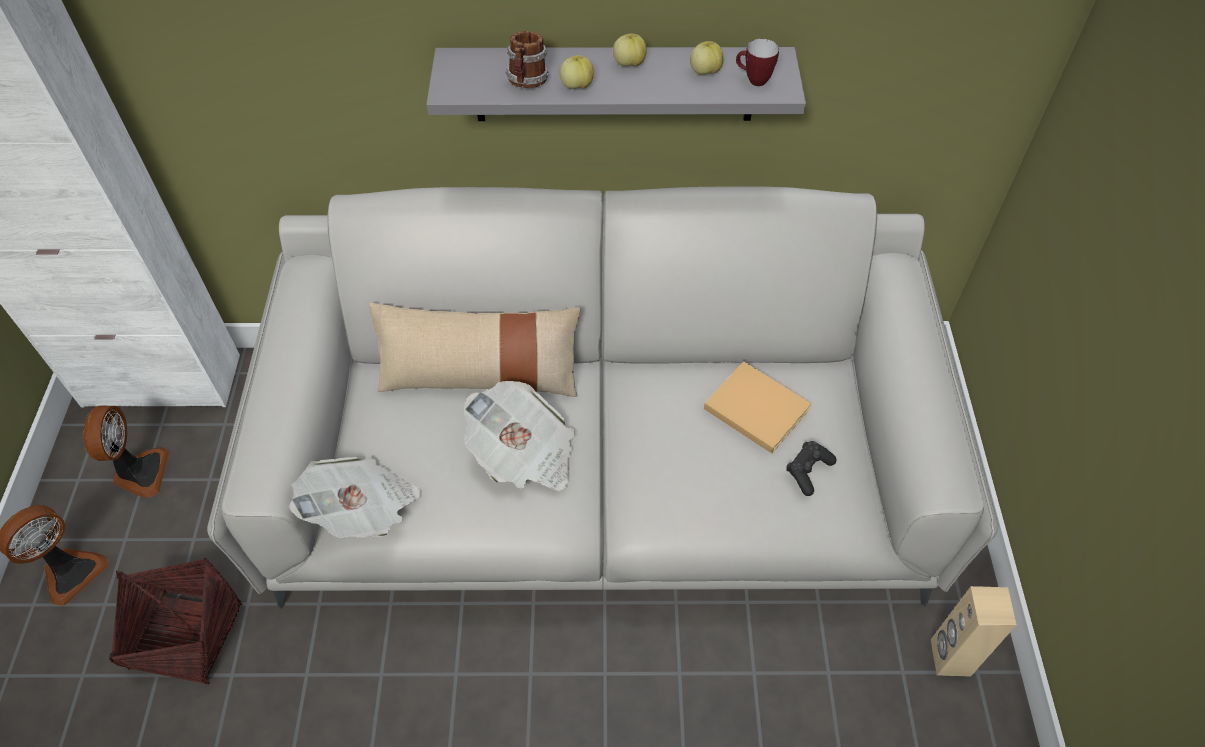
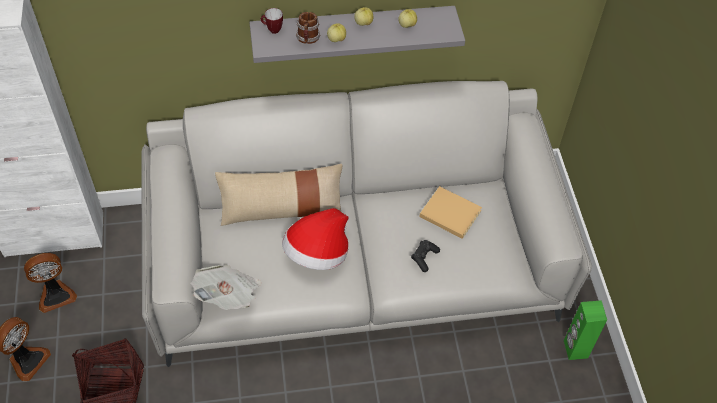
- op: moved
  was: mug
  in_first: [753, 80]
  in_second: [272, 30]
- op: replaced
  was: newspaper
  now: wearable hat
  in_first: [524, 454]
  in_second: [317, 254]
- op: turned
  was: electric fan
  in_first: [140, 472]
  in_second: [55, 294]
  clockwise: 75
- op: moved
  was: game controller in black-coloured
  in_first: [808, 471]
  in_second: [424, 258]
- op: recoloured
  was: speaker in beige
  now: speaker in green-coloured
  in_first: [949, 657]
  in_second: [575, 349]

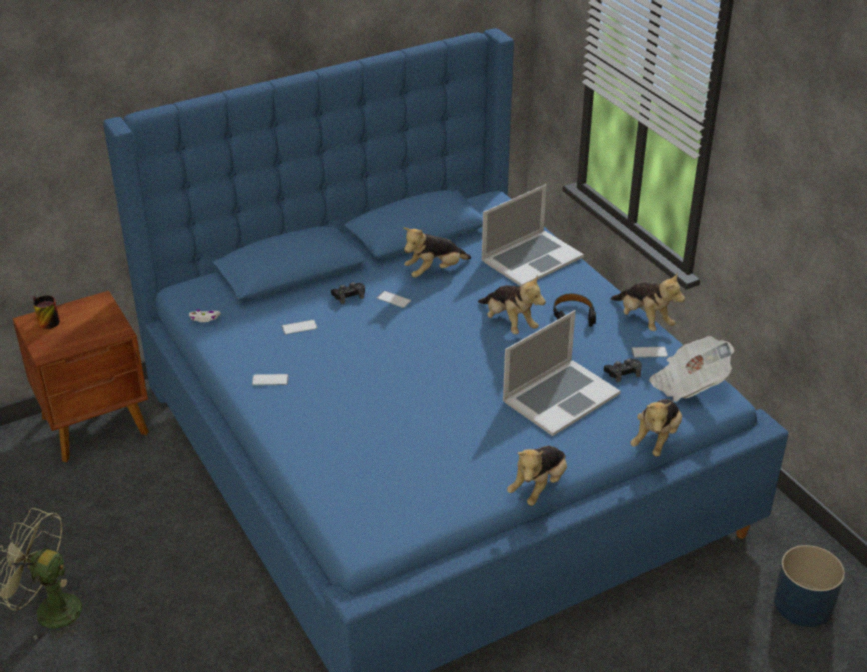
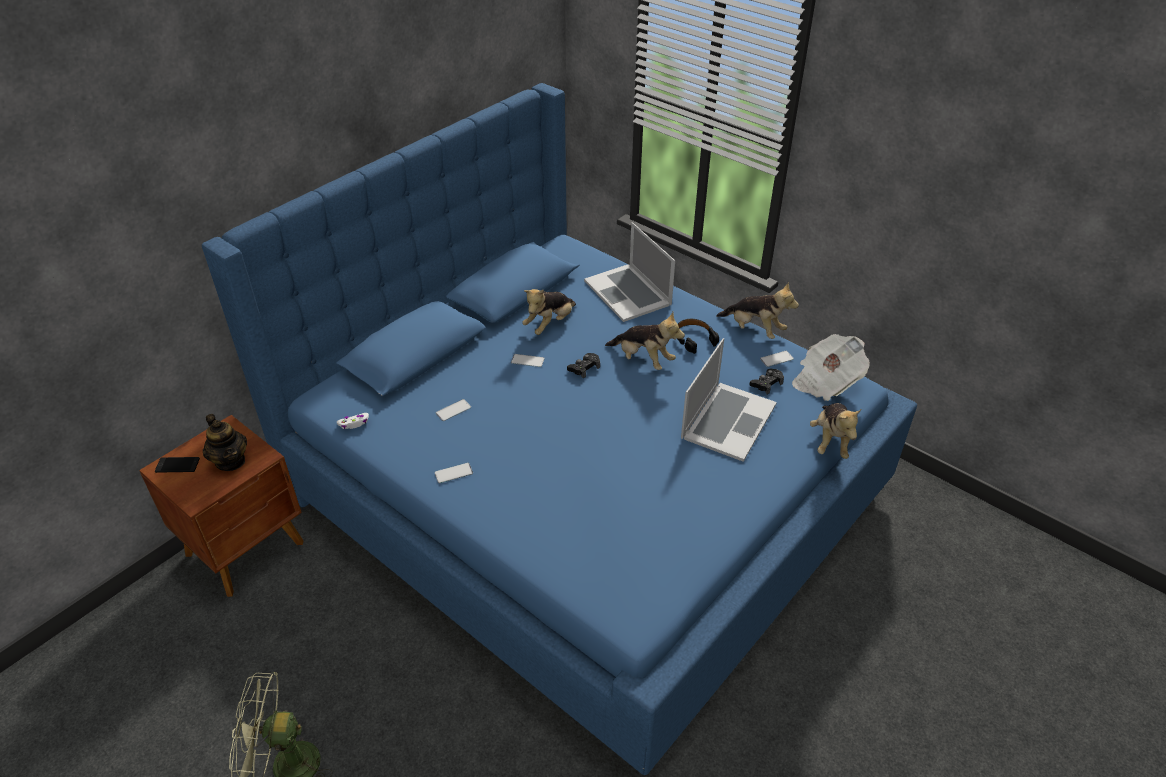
- op: turned
  was: notebook computer
  in_first: [531, 258]
  in_second: [628, 292]
  clockwise: 120
- op: moved
  was: game controller in black-coloured
  in_first: [348, 295]
  in_second: [584, 368]
- op: replaced
  was: mug
  now: handset
  in_first: [45, 321]
  in_second: [177, 465]
- op: removed
  was: plush toy
  in_first: [539, 487]
- op: removed
  was: planter in blue-coloured
  in_first: [803, 605]
- op: added
  now: pot for tea
  in_second: [231, 461]

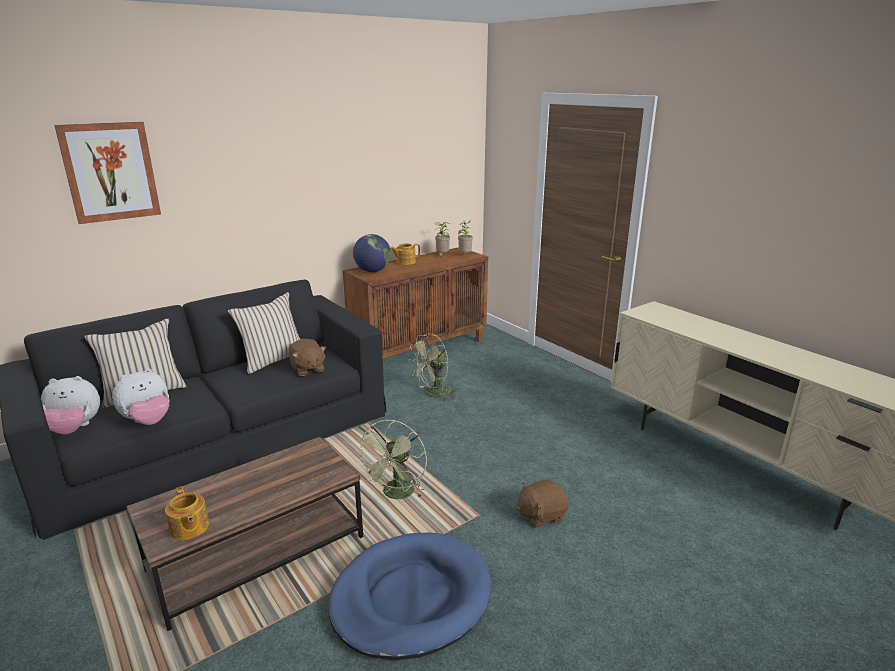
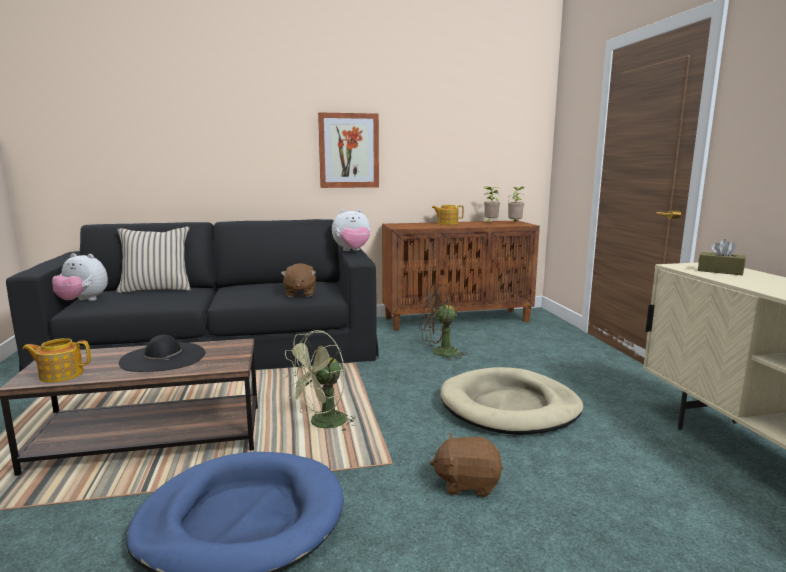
- op: moved
  was: wall art
  in_first: [110, 172]
  in_second: [349, 151]
- op: removed
  was: world globe
  in_first: [372, 271]
- op: removed
  was: cushion in beige
  in_first: [272, 360]
- op: recoloured
  was: electric fan in green-coloured
  now: electric fan in brownish
  in_first: [433, 394]
  in_second: [439, 353]
- op: moved
  was: plush toy
  in_first: [148, 421]
  in_second: [352, 251]
- op: turned
  was: pot for tea
  in_first: [189, 528]
  in_second: [61, 374]
  clockwise: 90
- op: added
  now: tissue box in brownish
  in_second: [720, 271]
- op: added
  now: wearable hat in black-coloured
  in_second: [163, 357]
- op: added
  now: dog cushion in beige
  in_second: [509, 406]

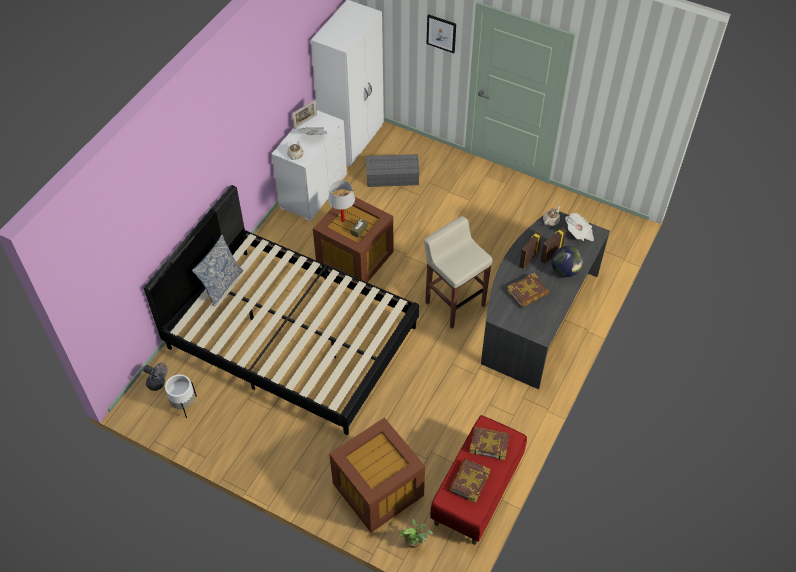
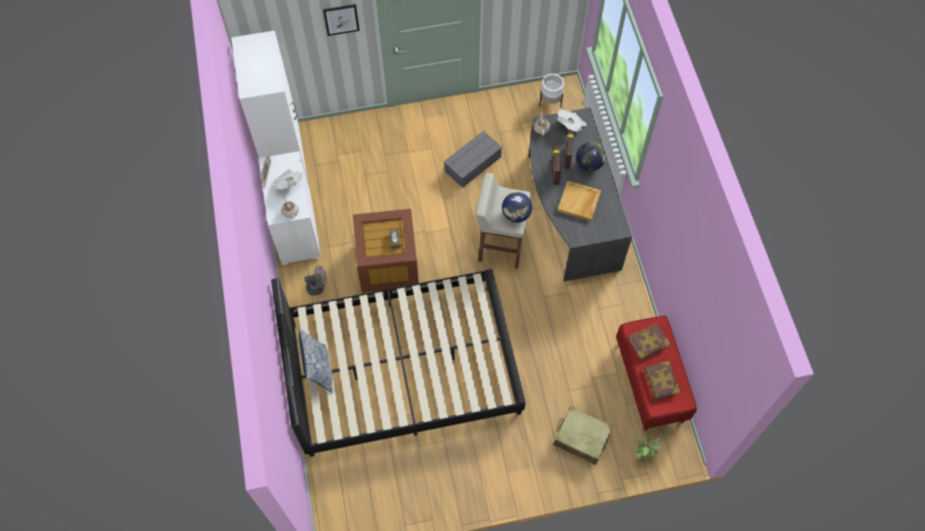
- op: moved
  was: storage container in greyish
  in_first: [391, 177]
  in_second: [472, 165]
- op: removed
  was: lamp for a table in white
  in_first: [343, 221]
- op: replaced
  was: bound book
  now: carrying tray in beige
  in_first: [527, 293]
  in_second: [579, 202]
- op: moved
  was: electric fan in greyish
  in_first: [158, 384]
  in_second: [318, 287]
- op: moved
  was: planter in white
  in_first: [184, 405]
  in_second: [550, 102]
- op: replaced
  was: storage container in brownish
  now: suitcase in beige
  in_first: [376, 489]
  in_second: [581, 438]
- op: added
  now: world globe
  in_second: [516, 215]

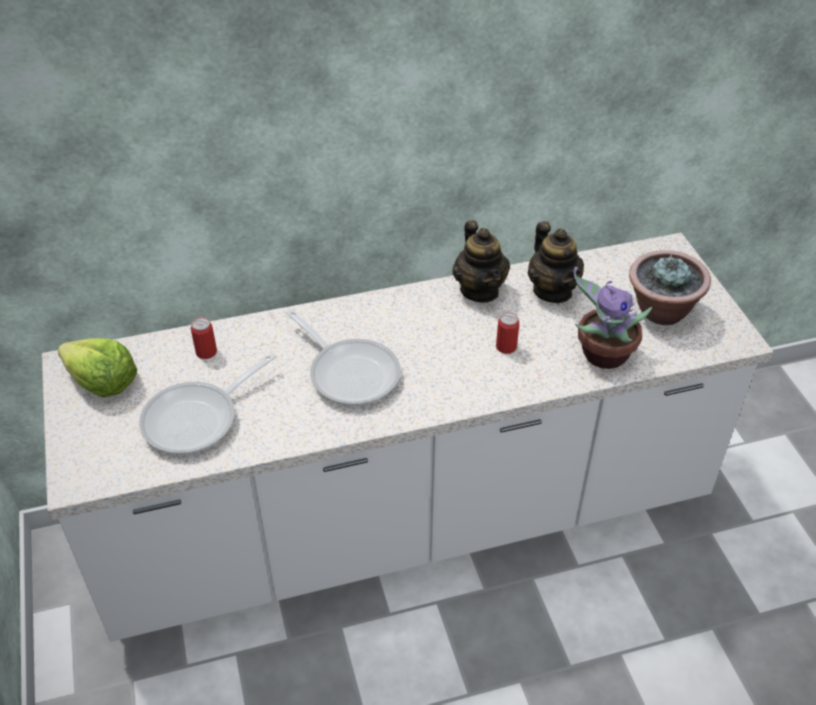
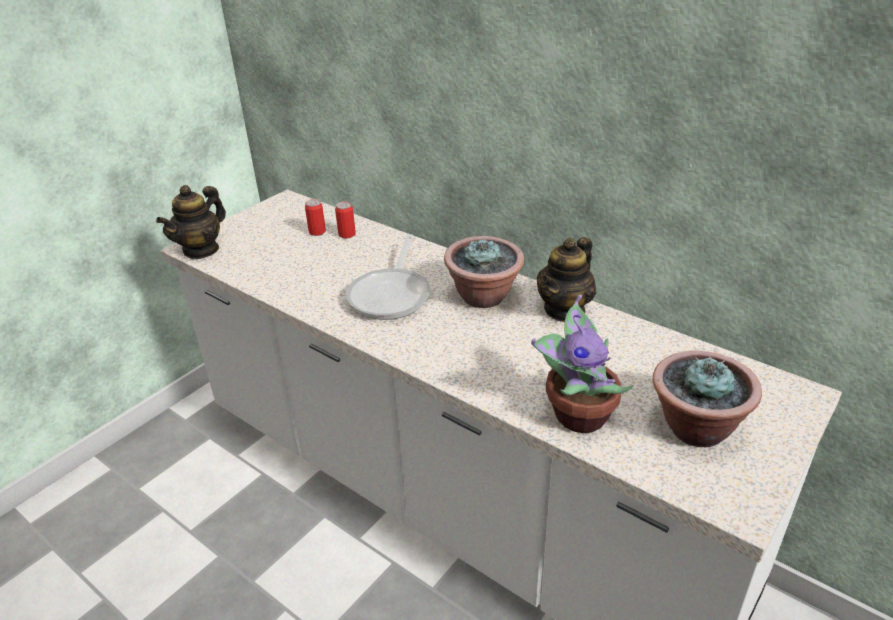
- op: moved
  was: pot for tea
  in_first: [552, 291]
  in_second: [201, 250]
- op: moved
  was: sealed can
  in_first: [506, 347]
  in_second: [317, 232]
- op: removed
  was: head of lettuce
  in_first: [102, 382]
- op: removed
  was: pan
  in_first: [198, 419]
- op: added
  now: potted plant
  in_second: [484, 297]

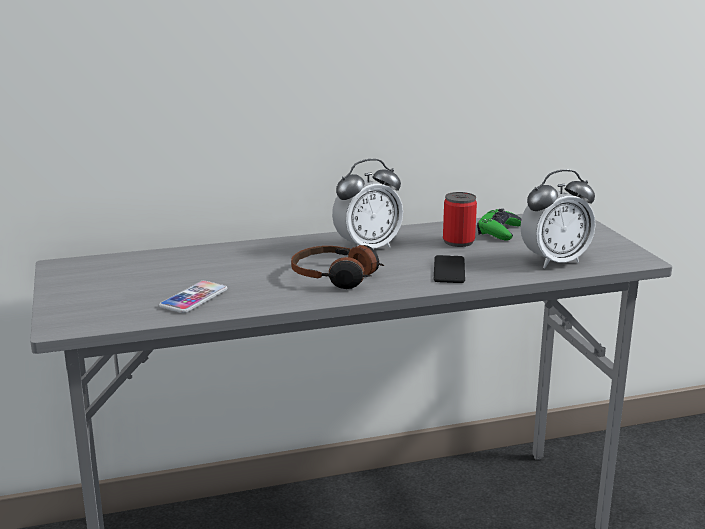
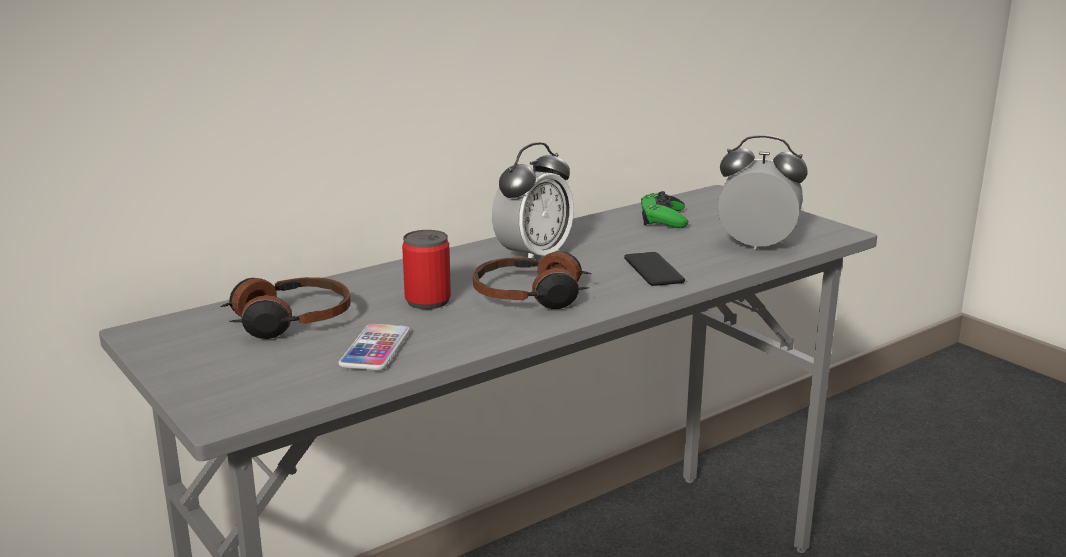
- op: turned
  was: table clock
  in_first: [554, 261]
  in_second: [756, 245]
  clockwise: -120
- op: moved
  was: sealed can
  in_first: [458, 242]
  in_second: [428, 301]
- op: added
  now: headphones
  in_second: [289, 321]

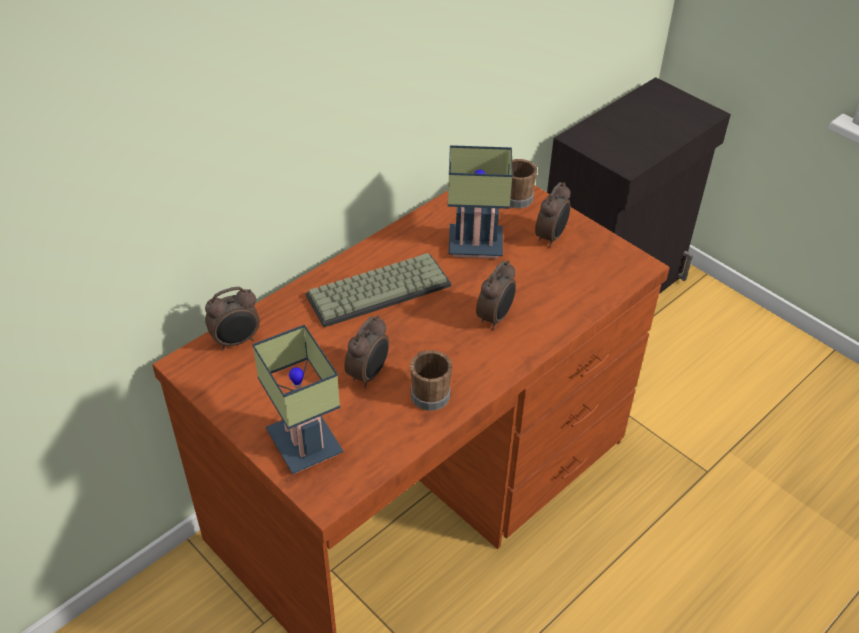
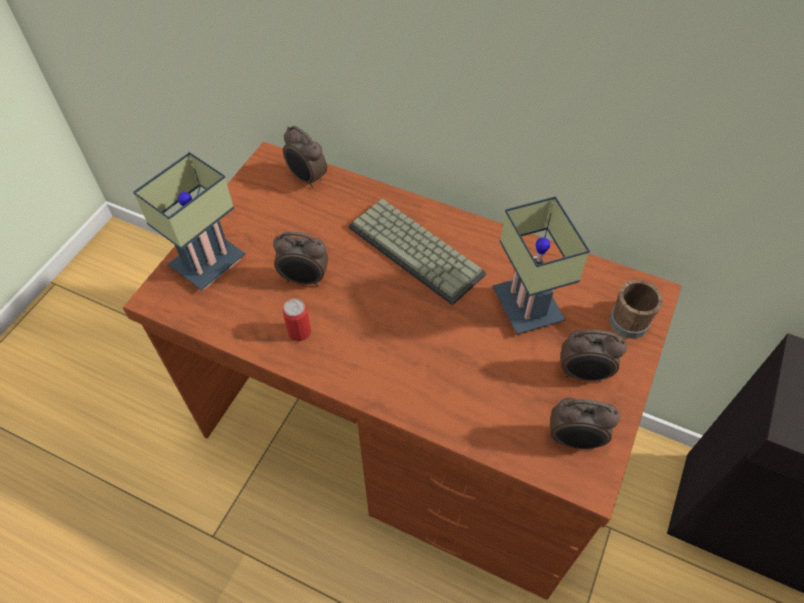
- op: moved
  was: table clock
  in_first: [495, 317]
  in_second: [574, 440]
- op: replaced
  was: mug in brownish
  now: sealed can
  in_first: [428, 392]
  in_second: [299, 332]

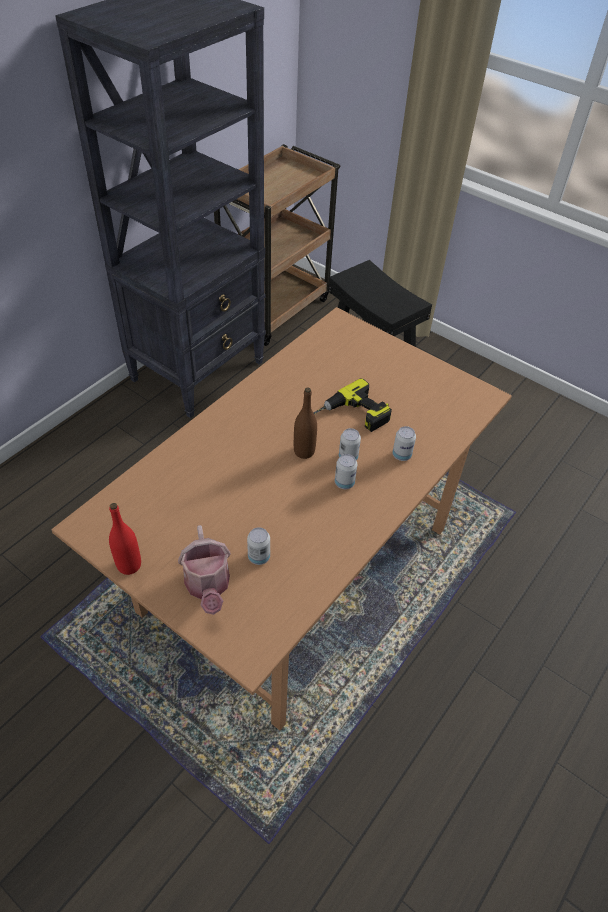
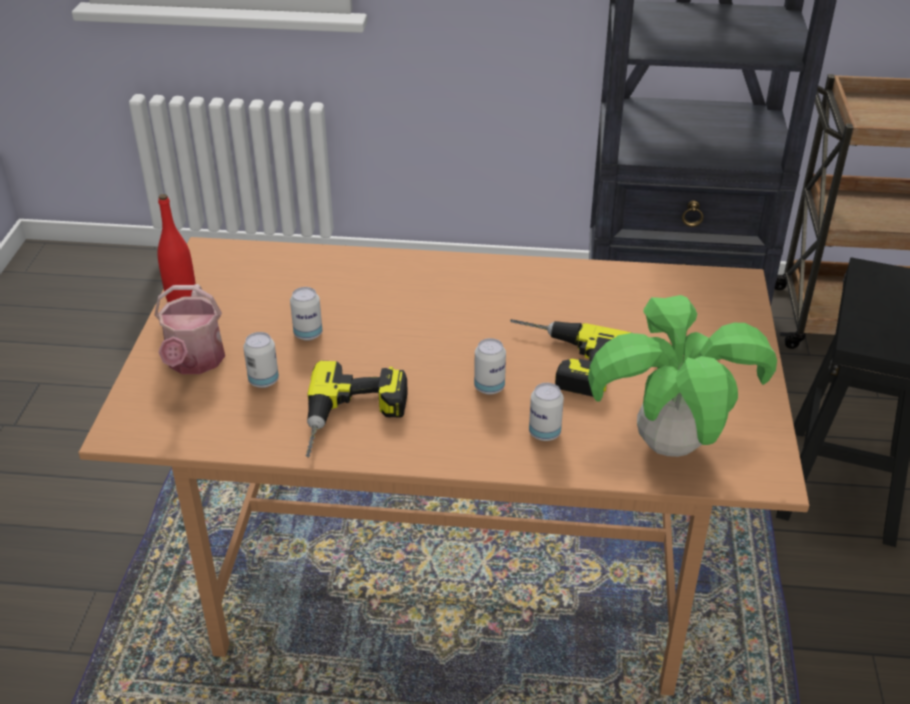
- op: removed
  was: drink bottle in brownish
  in_first: [304, 451]
- op: moved
  was: sealed can
  in_first: [344, 483]
  in_second: [308, 334]
- op: turned
  was: watering pot
  in_first: [208, 586]
  in_second: [194, 362]
  clockwise: -45
- op: added
  now: potted plant
  in_second: [668, 445]
- op: added
  now: power drill
  in_second: [354, 420]

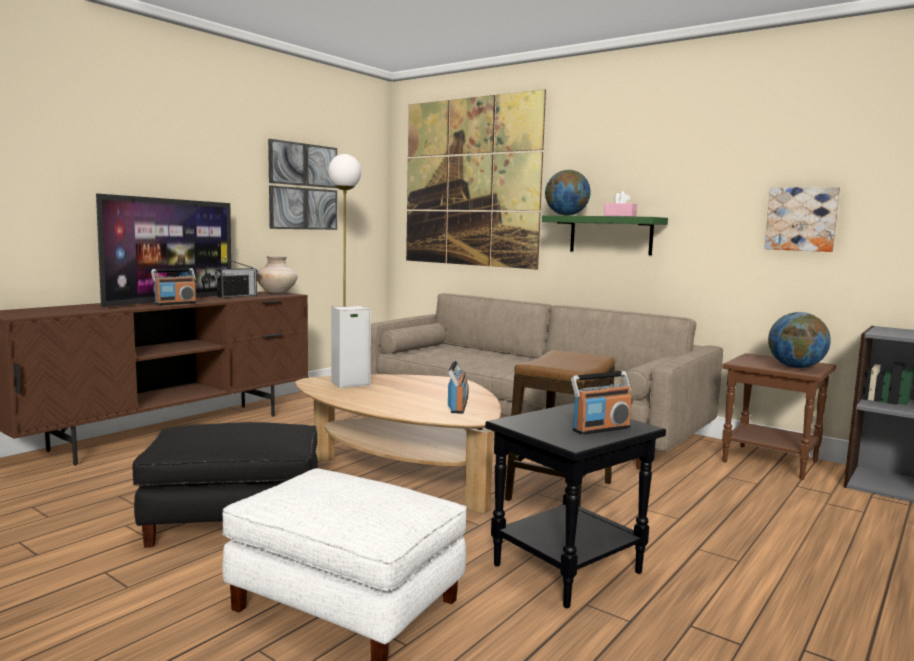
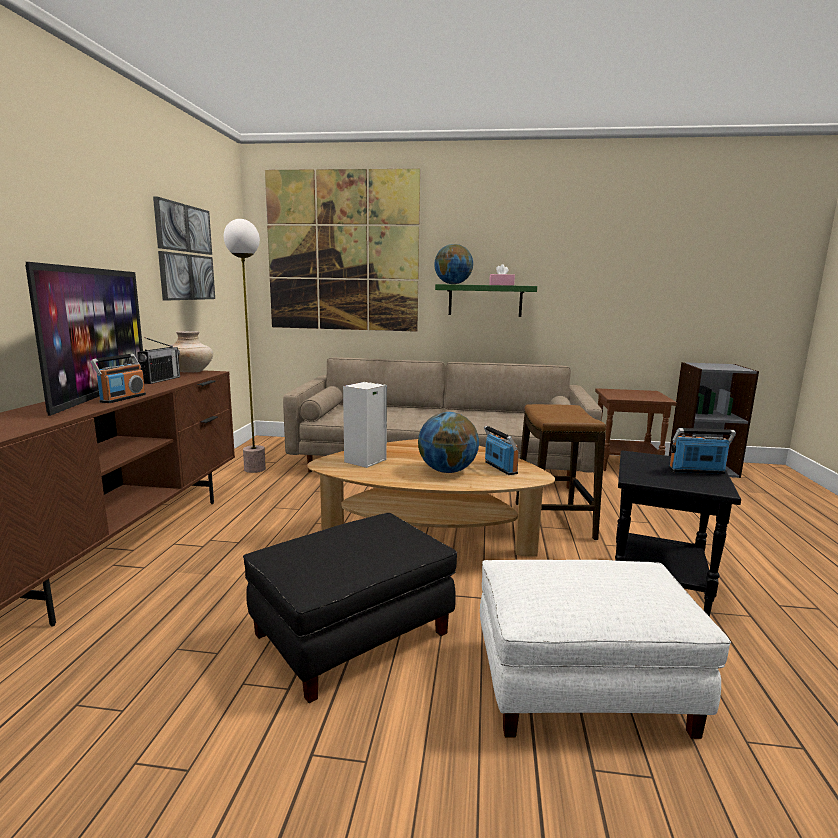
- op: removed
  was: wall art
  in_first: [801, 219]
- op: moved
  was: world globe
  in_first: [795, 367]
  in_second: [447, 471]
- op: turned
  was: radio set
  in_first: [601, 429]
  in_second: [697, 471]
  clockwise: -120

